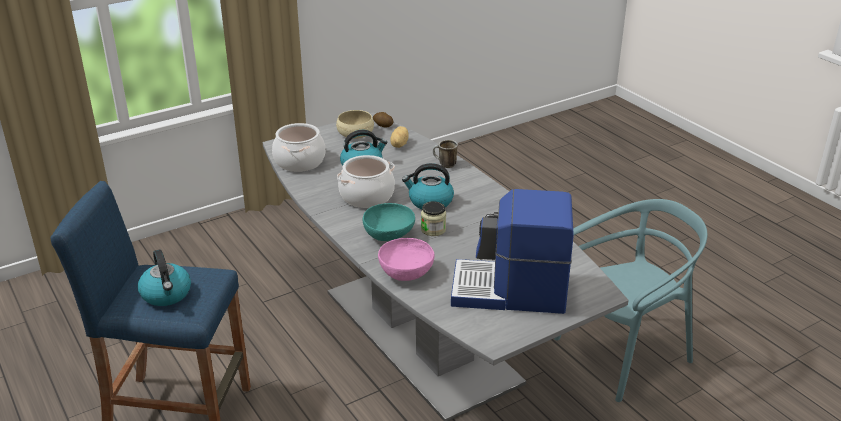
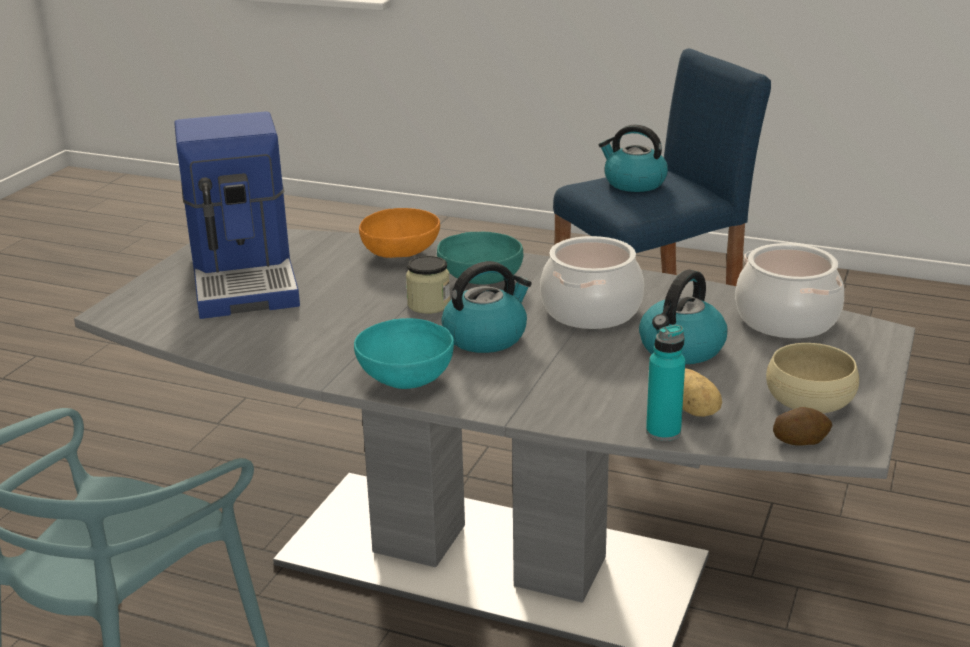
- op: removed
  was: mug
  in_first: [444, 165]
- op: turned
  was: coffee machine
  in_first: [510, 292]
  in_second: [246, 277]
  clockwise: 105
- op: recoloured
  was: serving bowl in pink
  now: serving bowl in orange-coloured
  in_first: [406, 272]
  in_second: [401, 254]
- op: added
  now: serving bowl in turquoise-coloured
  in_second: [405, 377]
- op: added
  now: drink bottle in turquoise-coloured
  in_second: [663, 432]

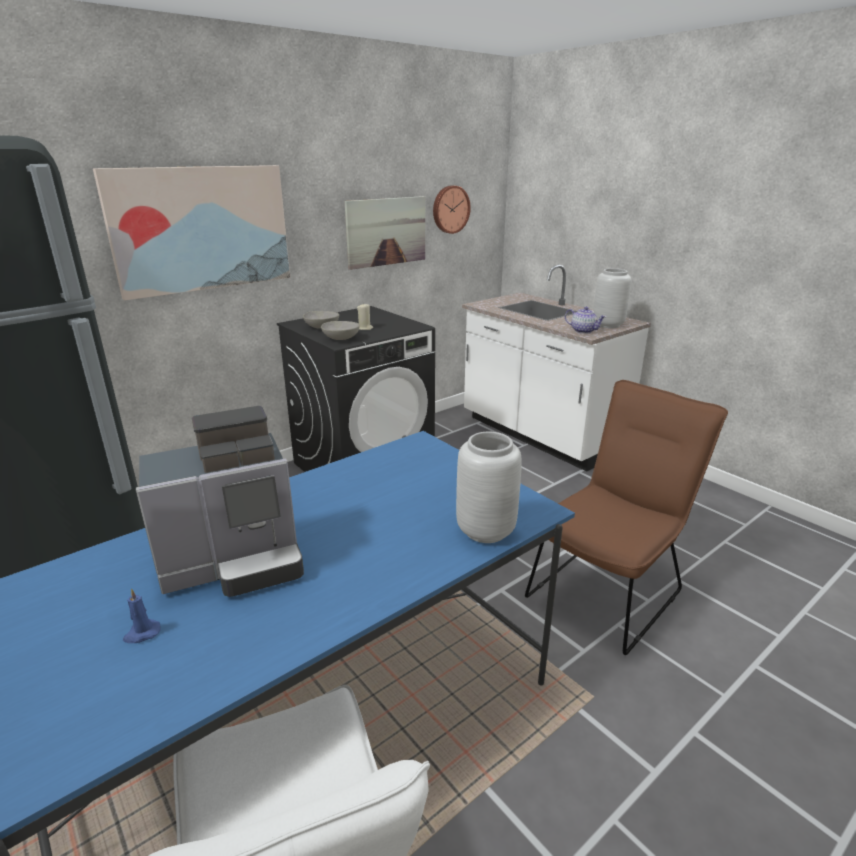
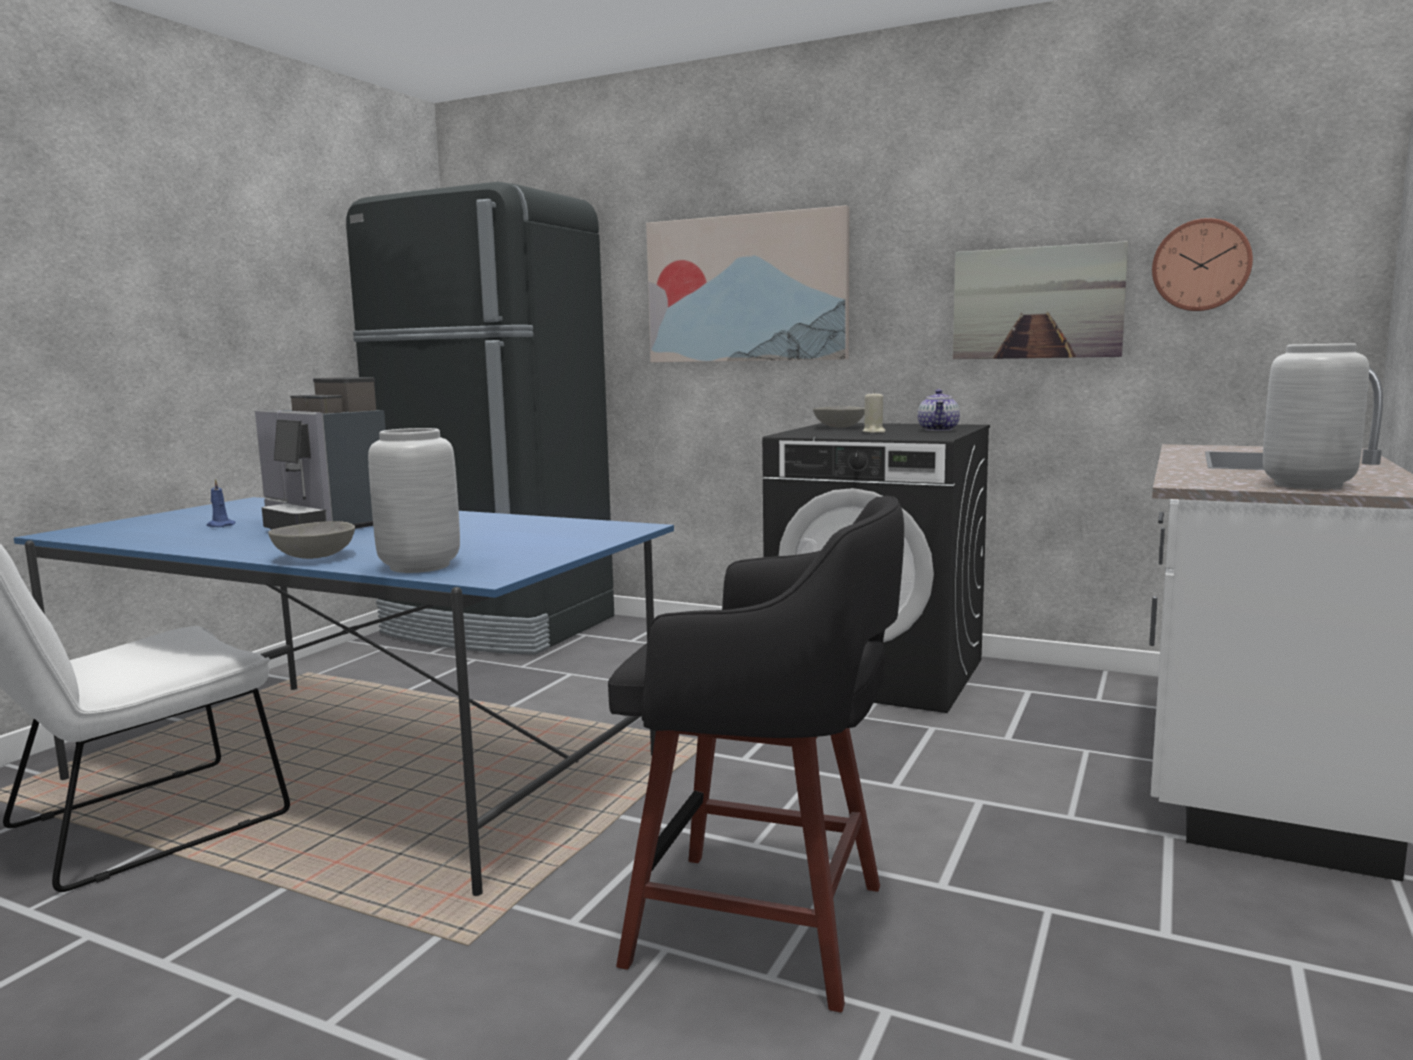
- op: moved
  was: pot for tea
  in_first: [583, 331]
  in_second: [939, 429]
- op: moved
  was: serving bowl in greyish
  in_first: [340, 339]
  in_second: [314, 557]
- op: replaced
  was: upright chair in brownish
  now: sitting stool in black-coloured
  in_first: [609, 589]
  in_second: [766, 927]

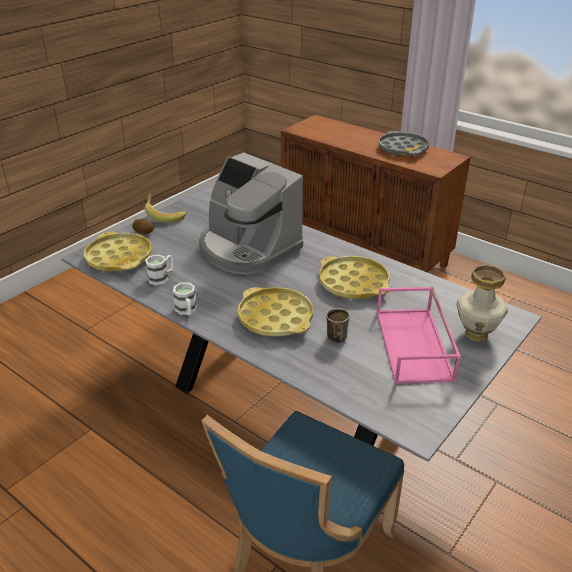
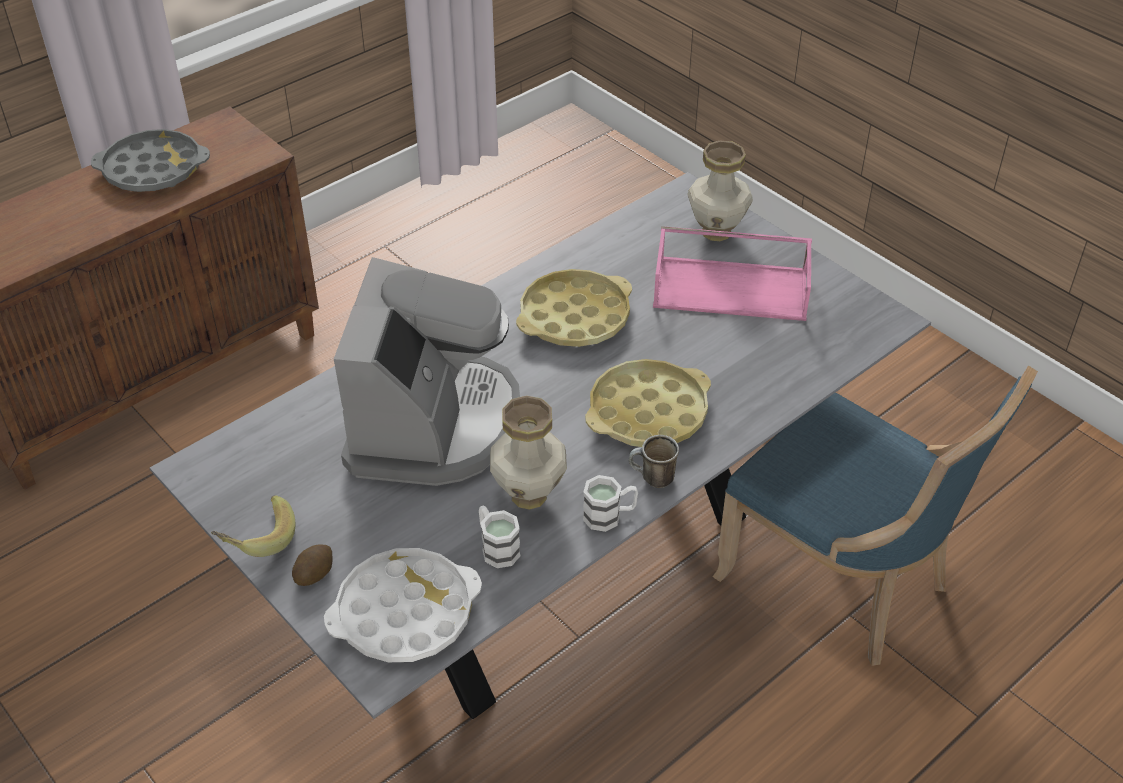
- op: turned
  was: coffee machine
  in_first: [248, 249]
  in_second: [433, 424]
  clockwise: -45
- op: recoloured
  was: carrying tray in yellow
  now: carrying tray in white
  in_first: [119, 257]
  in_second: [405, 613]
- op: moved
  was: mug
  in_first: [335, 335]
  in_second: [652, 479]
- op: added
  now: decorative vase
  in_second: [529, 496]

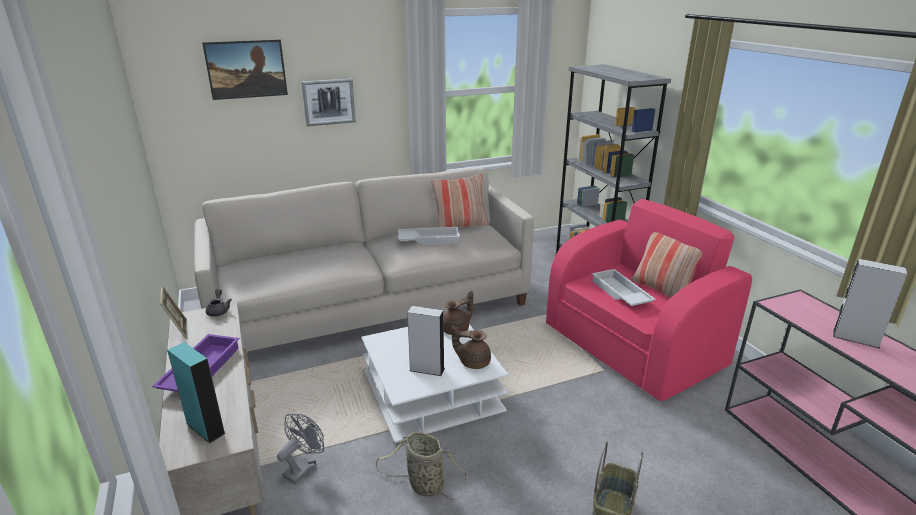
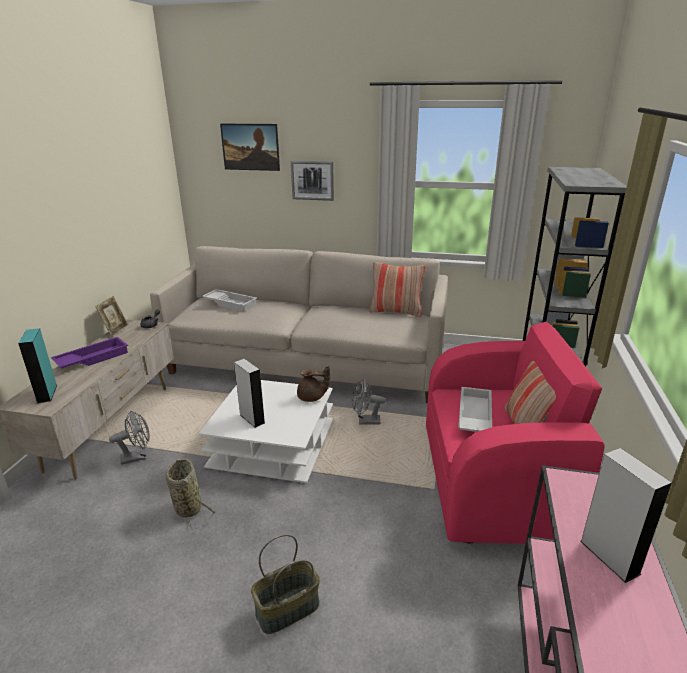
- op: moved
  was: carrying tray in white
  in_first: [429, 239]
  in_second: [231, 303]
- op: removed
  was: pot for tea in brownish
  in_first: [473, 362]
- op: added
  now: electric fan in greyish
  in_second: [365, 421]

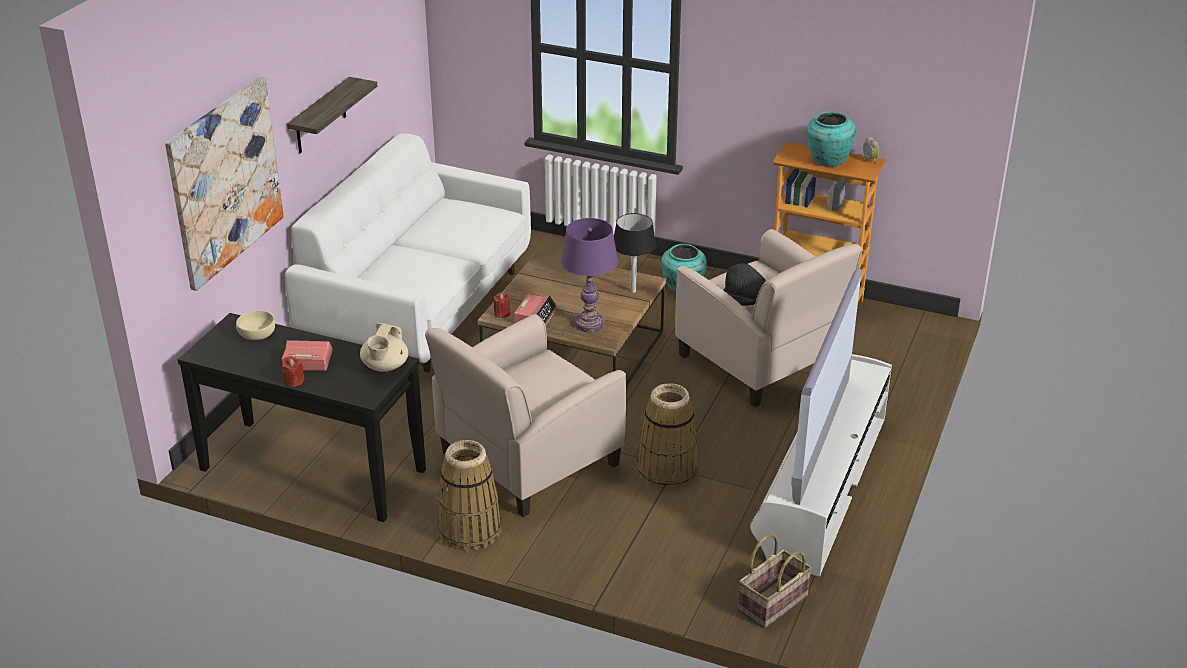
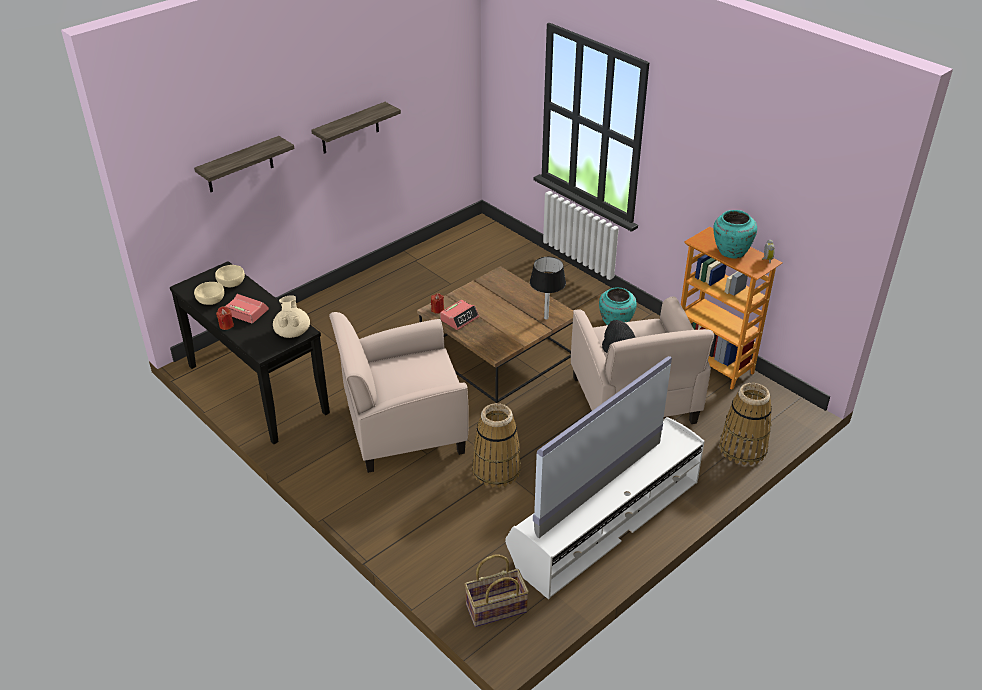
- op: replaced
  was: wall art
  now: shelf
  in_first: [225, 181]
  in_second: [239, 165]
- op: removed
  was: settee in white
  in_first: [420, 307]
- op: removed
  was: lamp for a table in purple-coloured
  in_first: [589, 324]
- op: turned
  was: pot for tea in beige
  in_first: [385, 367]
  in_second: [292, 332]
  clockwise: 135
- op: moved
  was: storage basket
  in_first: [470, 530]
  in_second: [743, 448]
- op: added
  now: serving bowl in beige
  in_second: [211, 300]

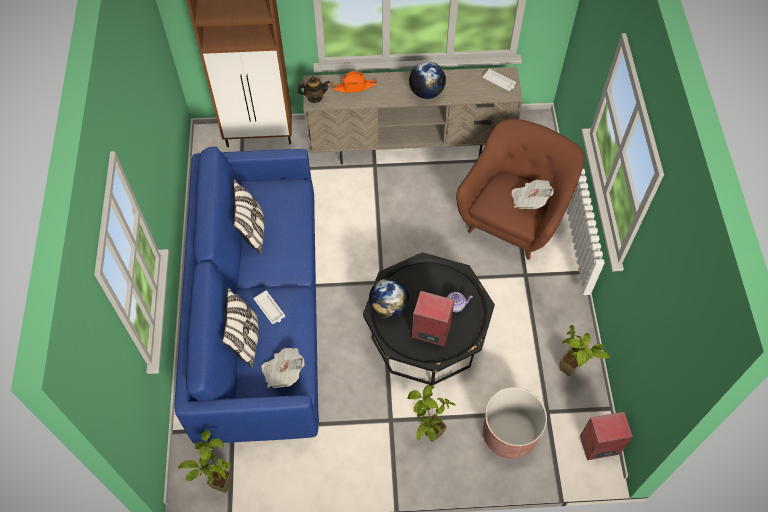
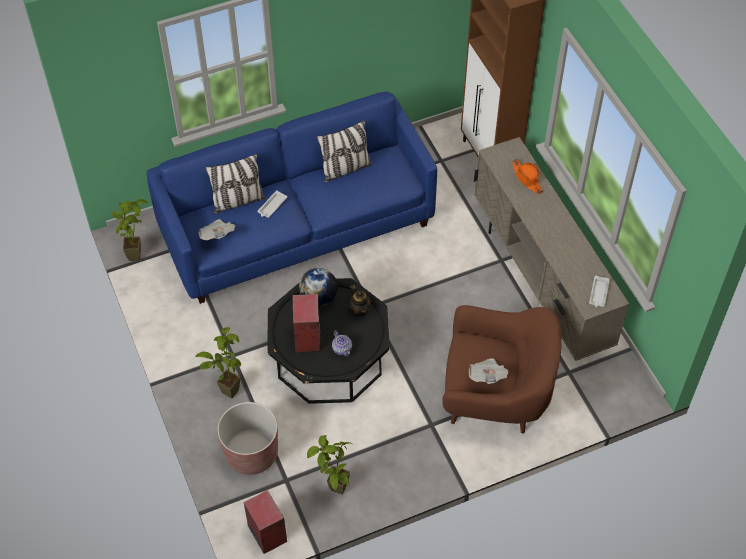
- op: removed
  was: world globe
  in_first: [426, 92]
- op: moved
  was: pot for tea
  in_first: [314, 97]
  in_second: [360, 310]

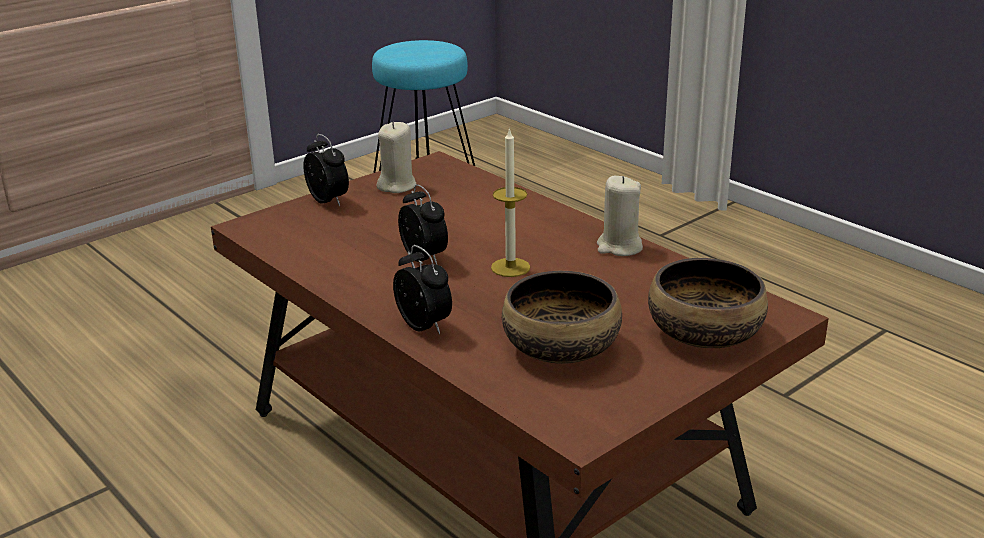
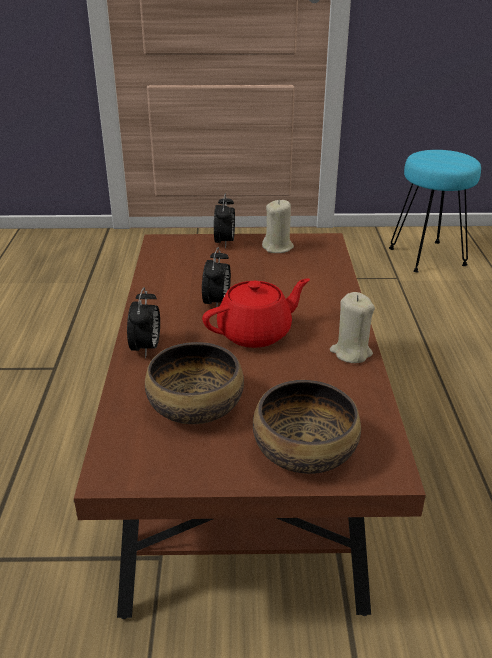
- op: replaced
  was: wax light
  now: pot for tea in reddish
  in_first: [510, 267]
  in_second: [256, 333]

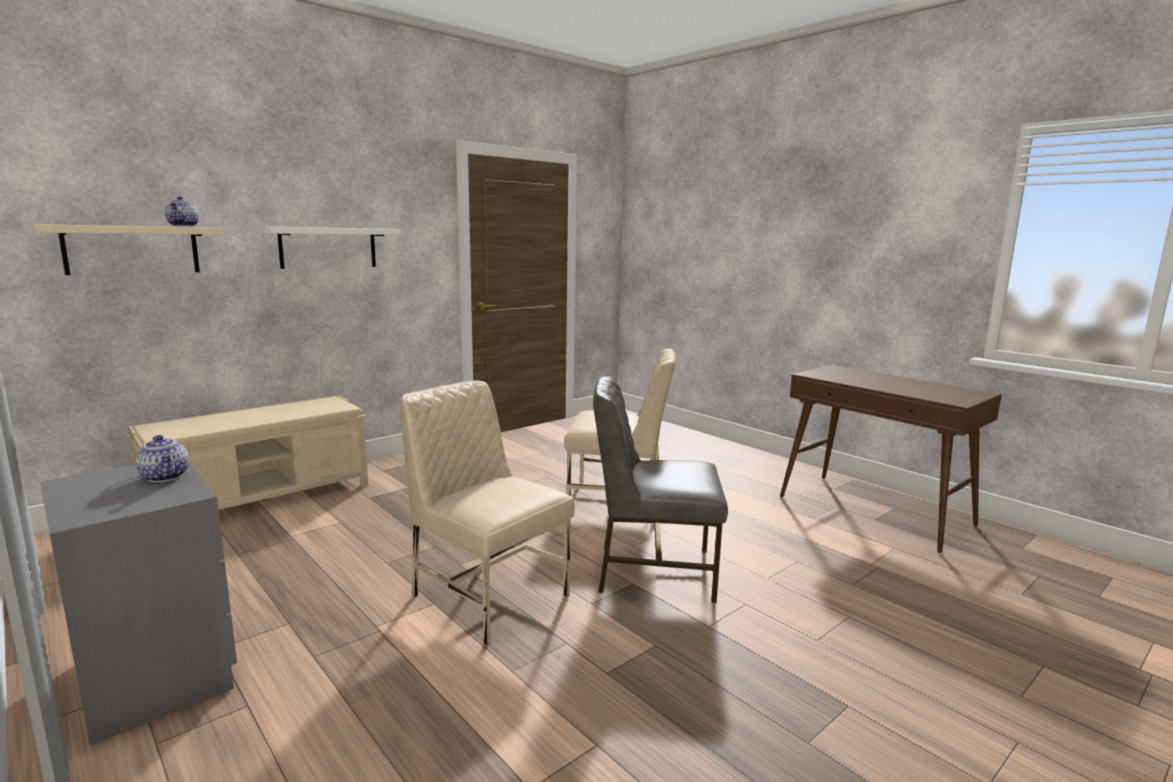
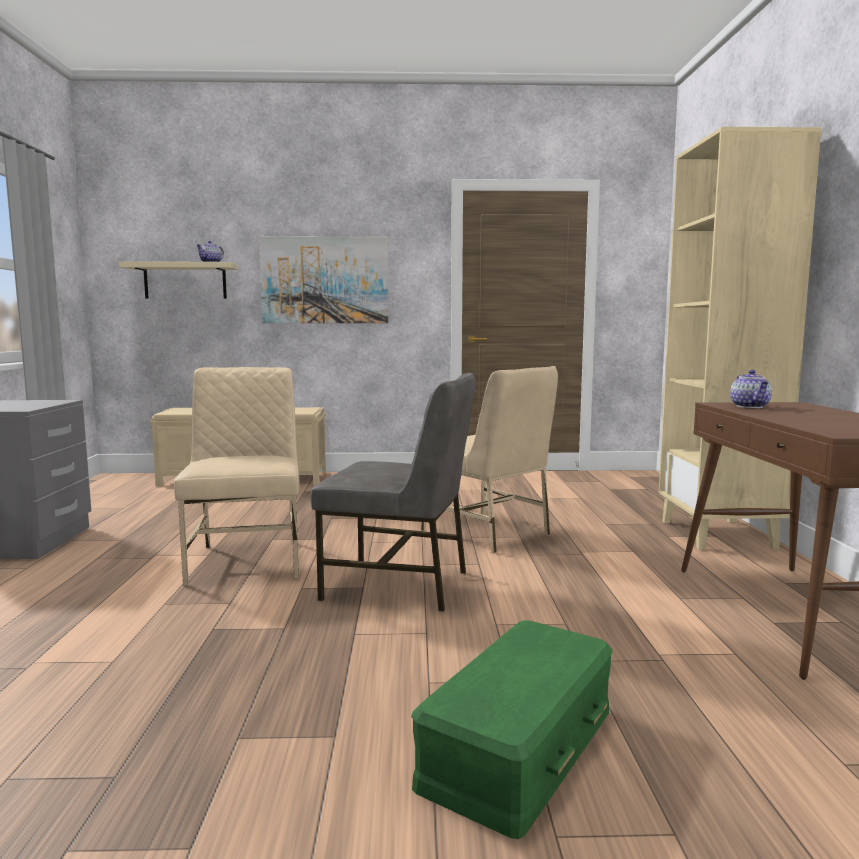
- op: replaced
  was: shelf in white
  now: wall art
  in_first: [328, 247]
  in_second: [324, 280]
- op: turned
  was: upright chair in greyish
  in_first: [653, 571]
  in_second: [399, 585]
  clockwise: 150
- op: moved
  was: pot for tea
  in_first: [166, 477]
  in_second: [750, 406]
- op: added
  now: shelving unit in beige
  in_second: [718, 534]
- op: added
  now: storage container in green-coloured
  in_second: [521, 747]

